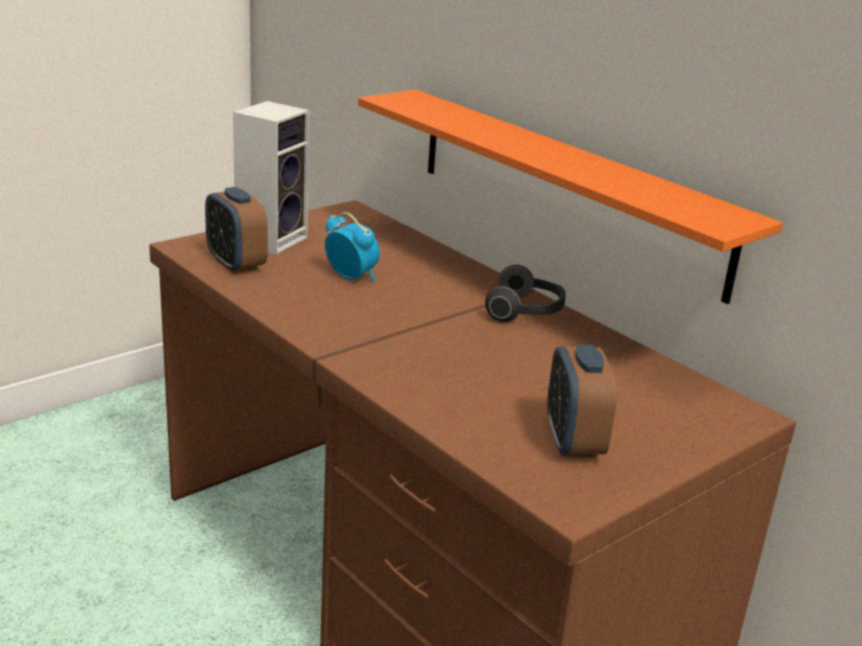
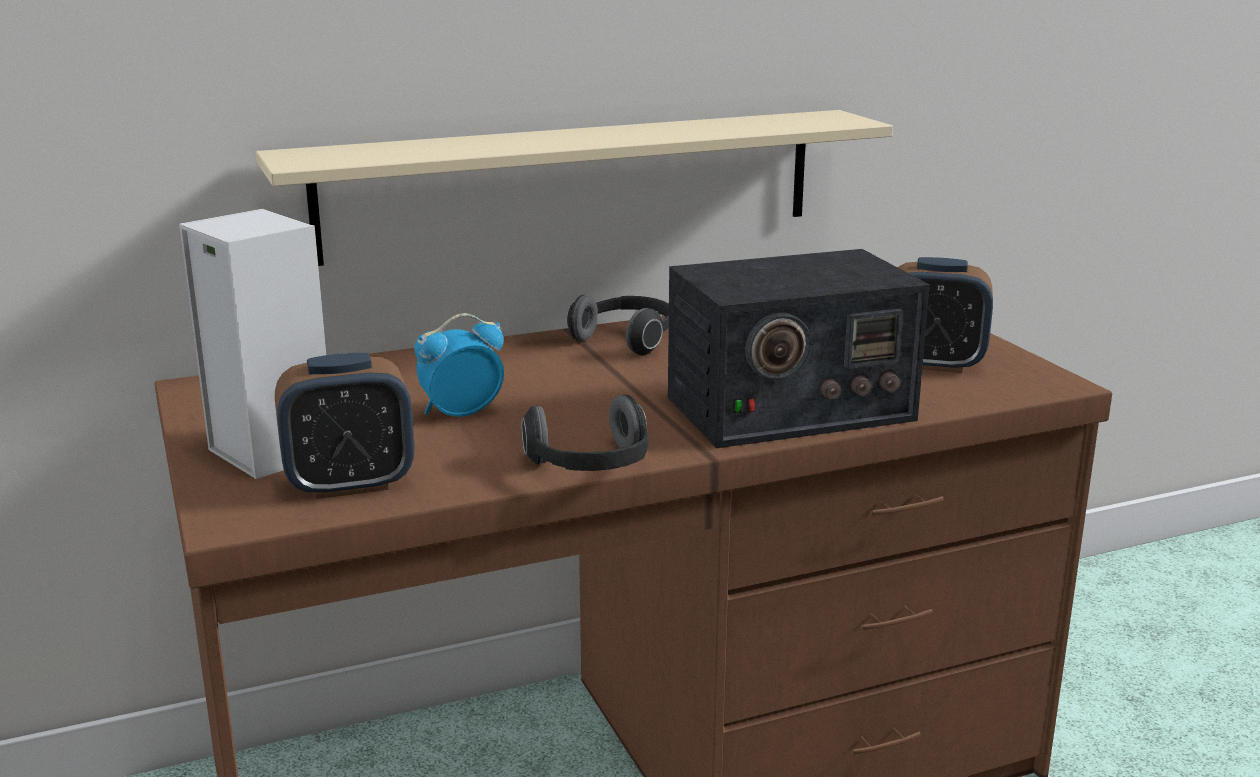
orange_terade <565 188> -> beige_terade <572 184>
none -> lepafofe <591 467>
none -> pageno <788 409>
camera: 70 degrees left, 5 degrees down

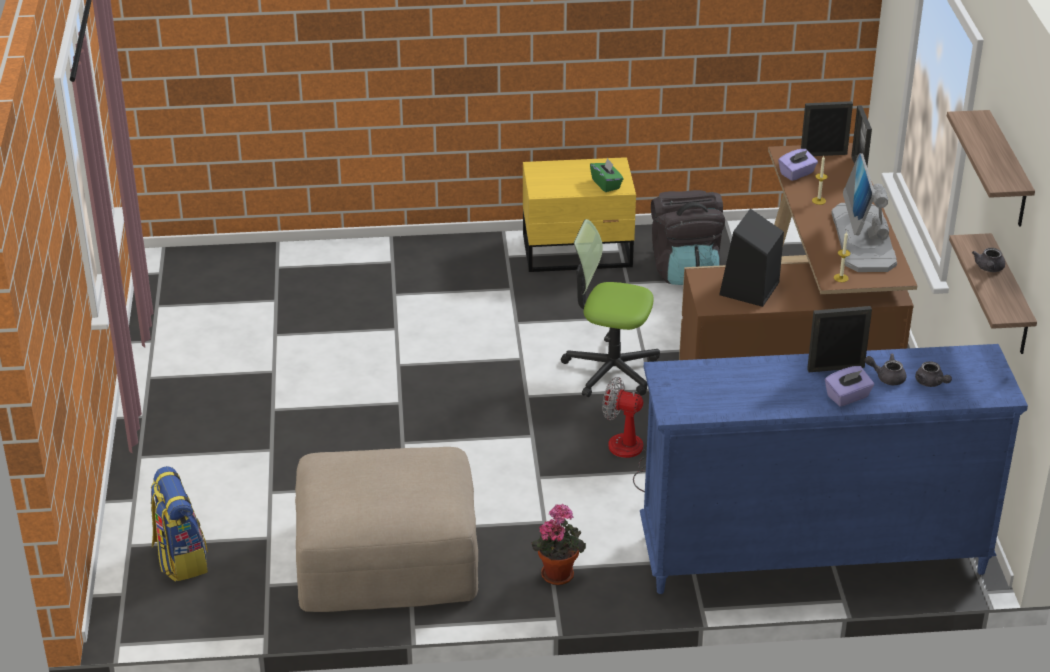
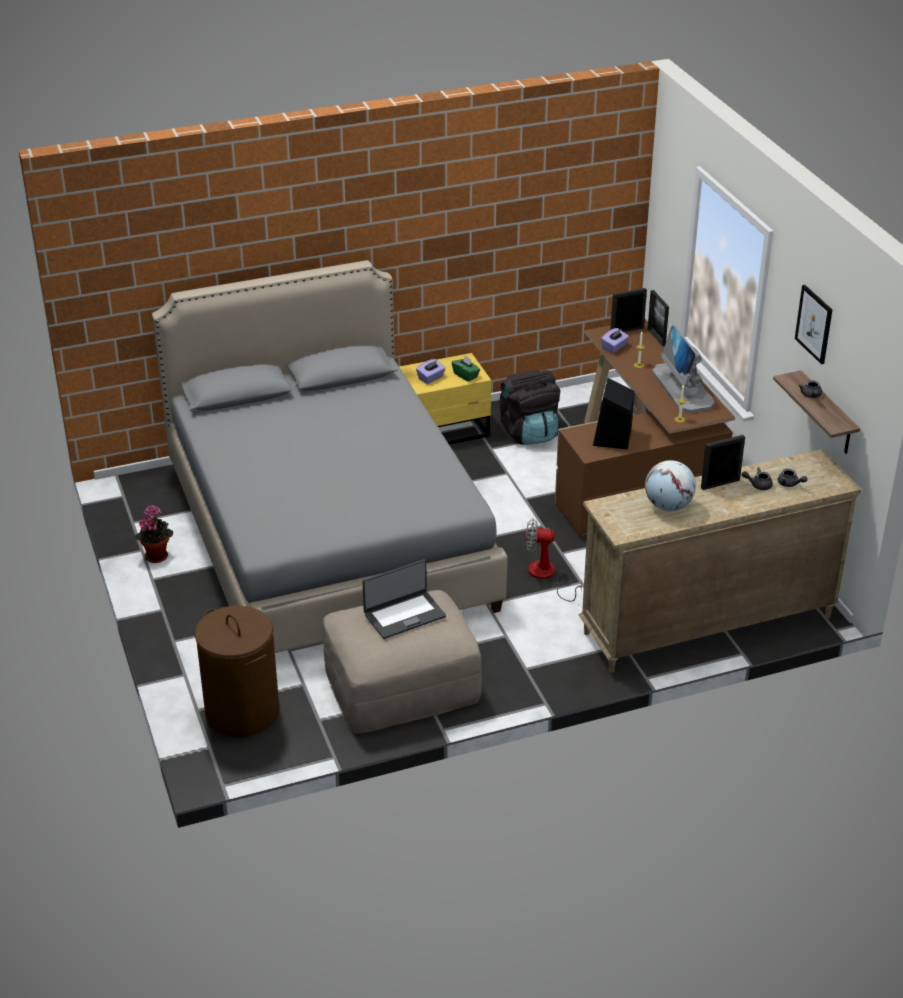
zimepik <558 572> -> zimepik <157 555>, relocated
none -> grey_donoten <328 536>
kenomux <180 558> -> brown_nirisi <242 712>
none -> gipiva <404 615>
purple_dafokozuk <848 397> -> purple_dafokozuk <431 378>, relocated
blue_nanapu <811 554> -> beige_nanapu <706 625>
none -> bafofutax <668 506>
terade <1007 172> -> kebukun <814 324>
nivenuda <611 369> -> none
camera: 15 degrees left, 0 degrees up

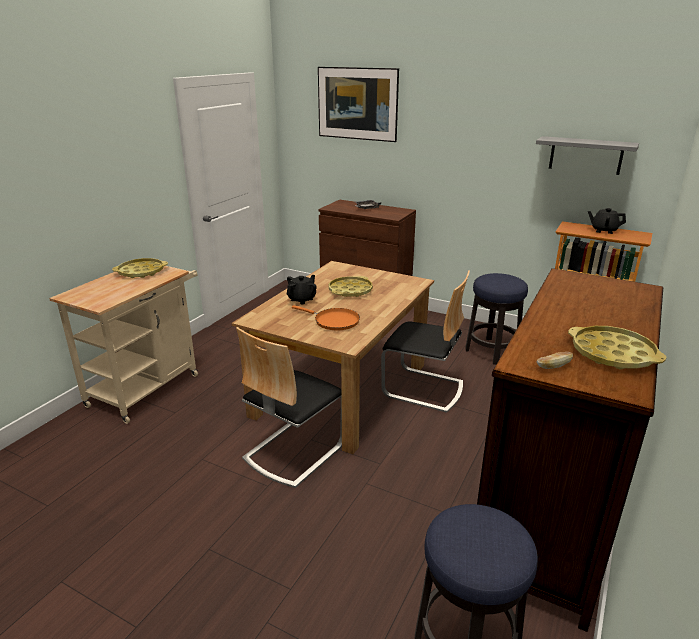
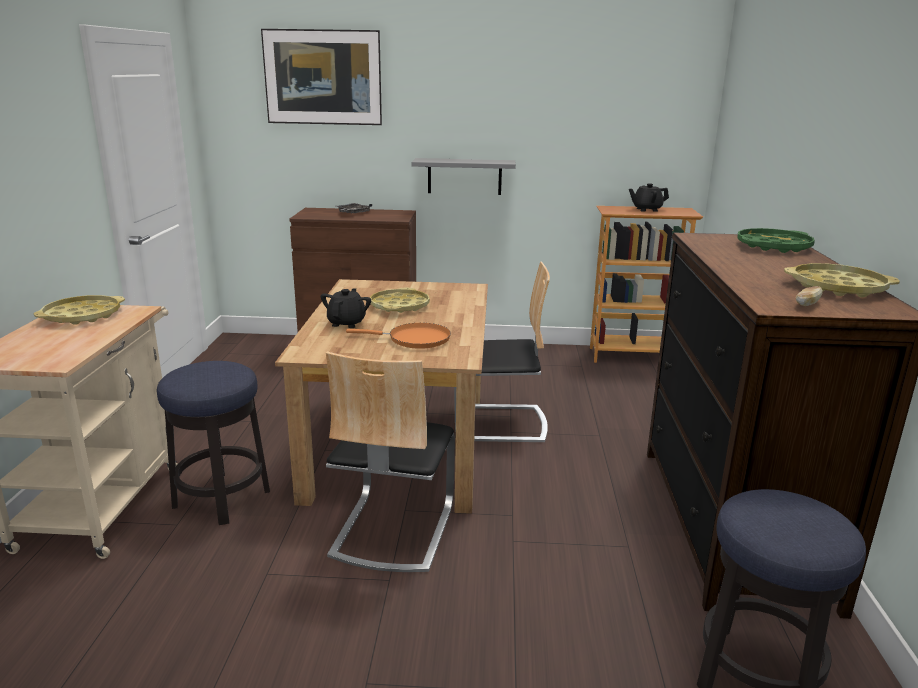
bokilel <491 351> -> bokilel <221 498>, relocated
grey_terade <586 155> -> grey_terade <464 176>, relocated
none -> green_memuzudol <773 246>
camera: 25 degrees left, 5 degrees down

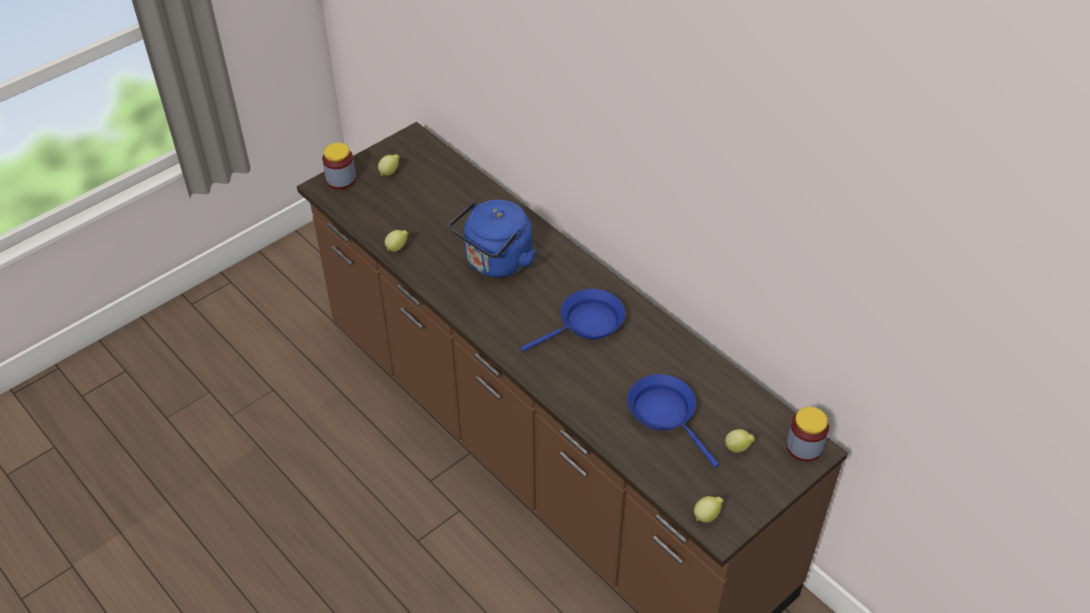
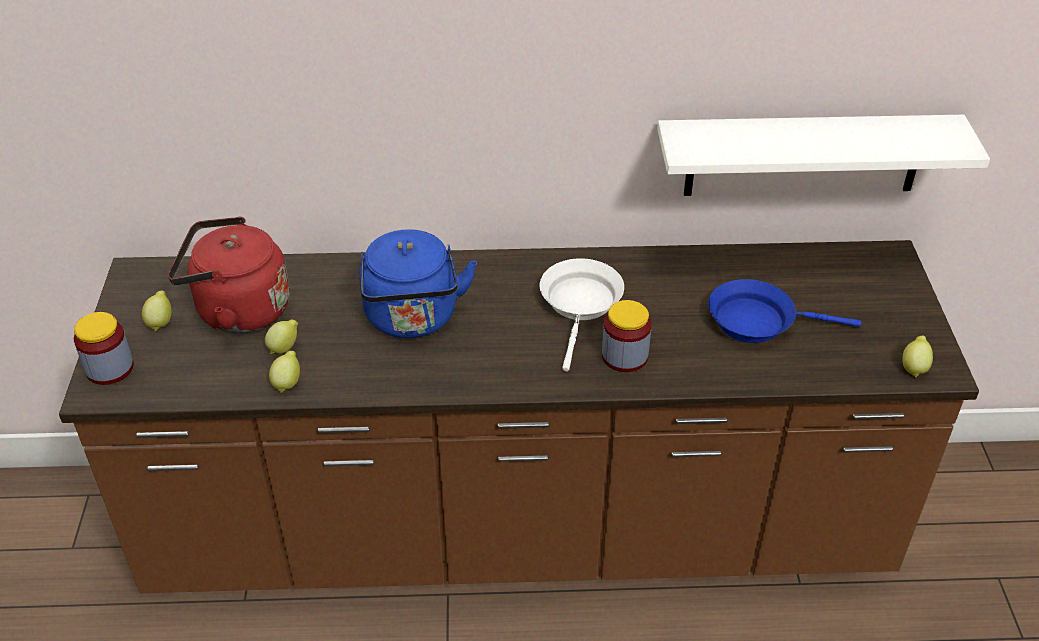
none -> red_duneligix <237 310>
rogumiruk <738 448> -> rogumiruk <284 348>, relocated
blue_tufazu <586 324> -> white_tufazu <580 305>
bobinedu <804 447> -> bobinedu <624 356>, relocated
none -> white_terade <804 155>
camera: 50 degrees left, 5 degrees down

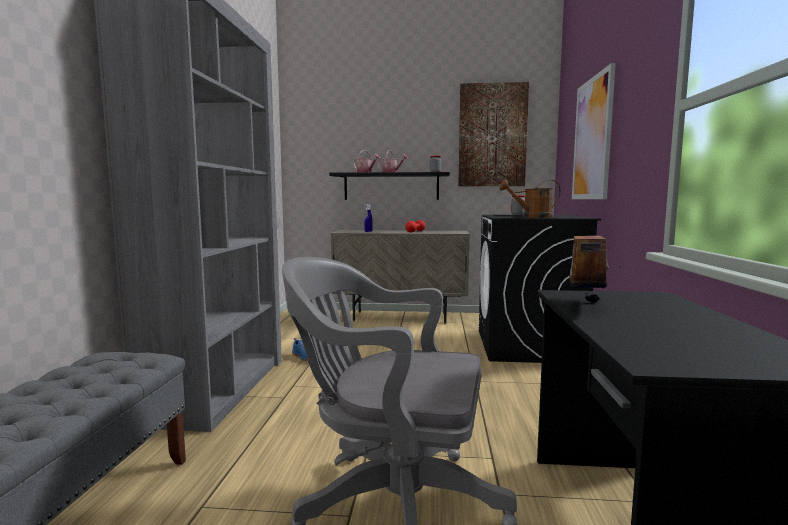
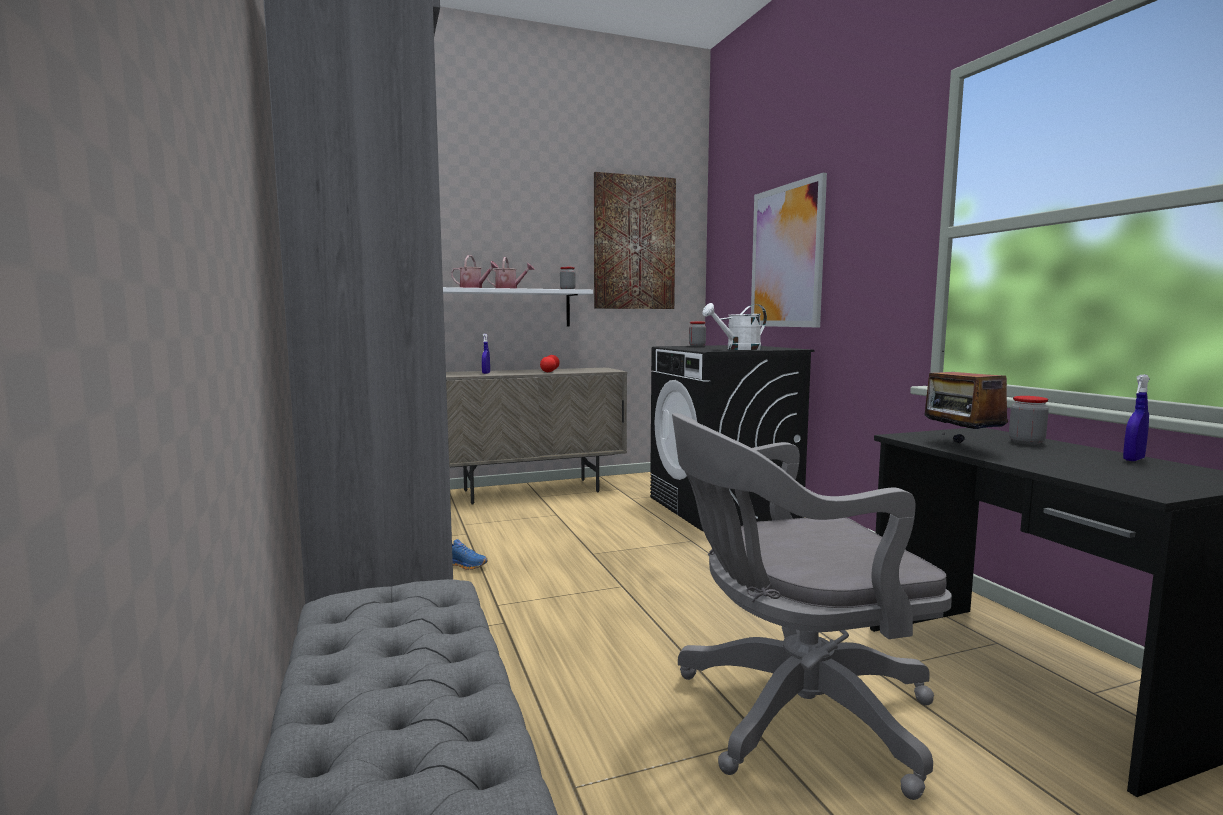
black_terade <391 186> -> white_terade <504 308>
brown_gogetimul <532 217> -> white_gogetimul <738 349>
none -> bobinedu <1026 442>
none -> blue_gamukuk <1133 459>
camera: 25 degrees left, 0 degrees up

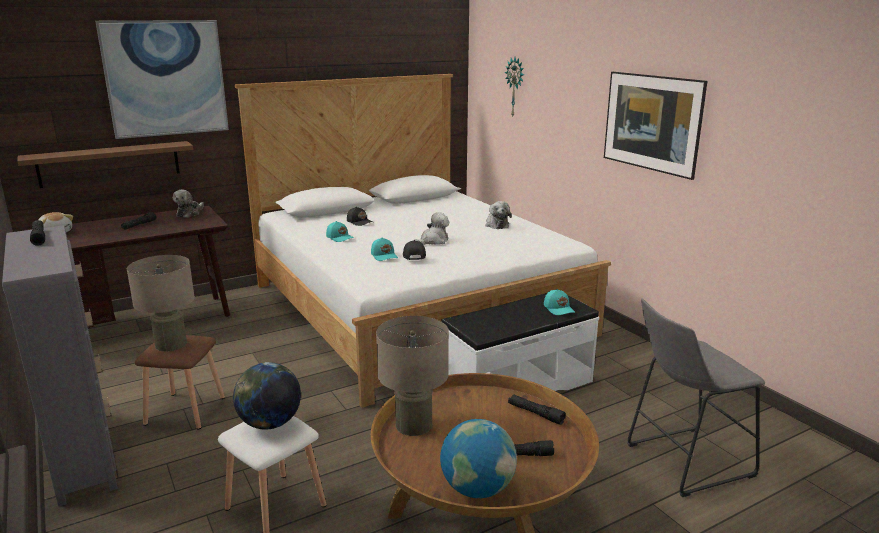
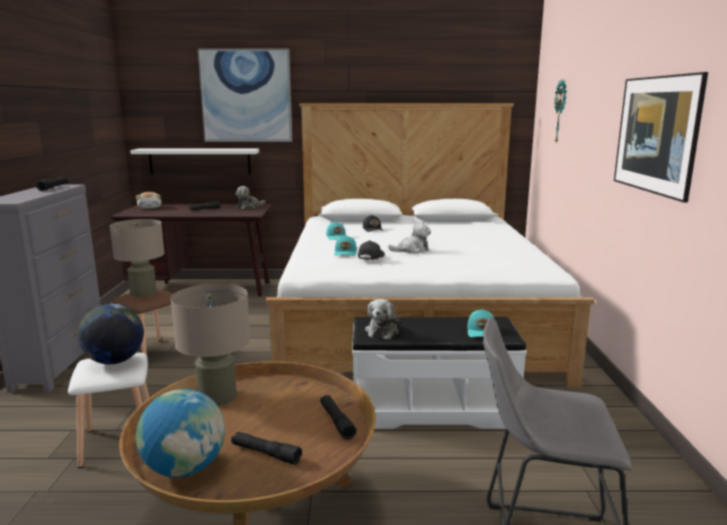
brown_terade <109 164> -> white_terade <200 161>
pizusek <496 225> -> pizusek <383 331>, relocated
camera: 30 degrees right, 5 degrees down

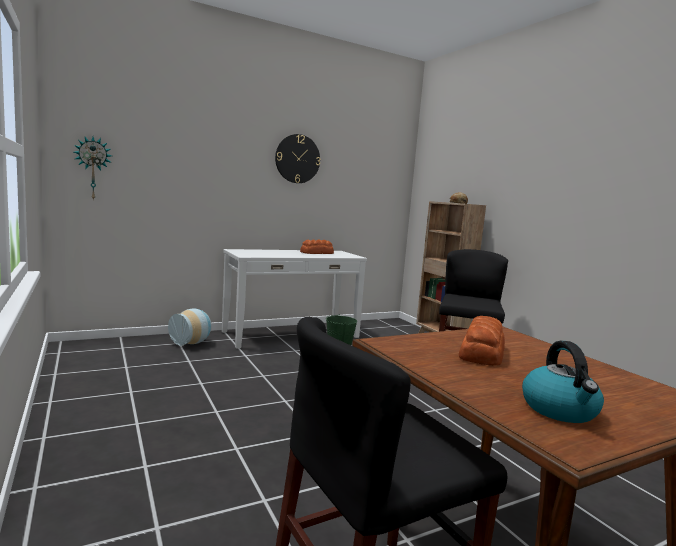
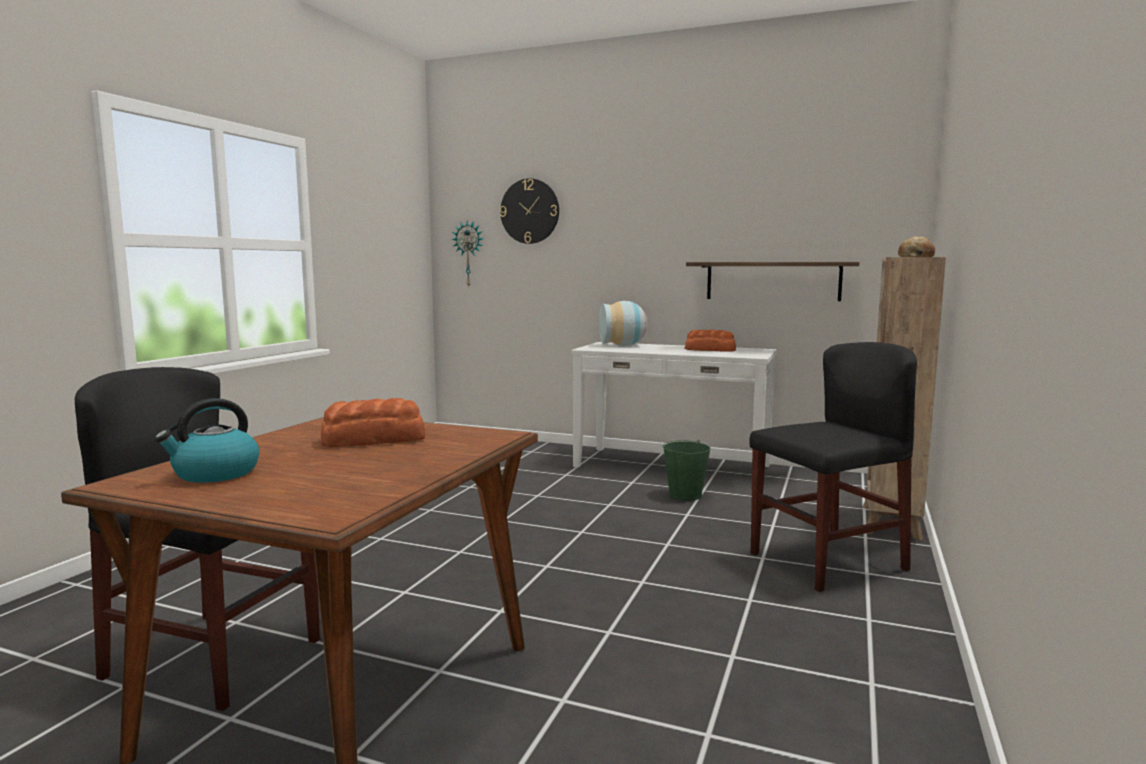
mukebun <297 159> -> mukebun <530 211>, relocated
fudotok <192 343> -> fudotok <623 345>, relocated
none -> terade <772 281>
camera: 50 degrees right, 0 degrees up

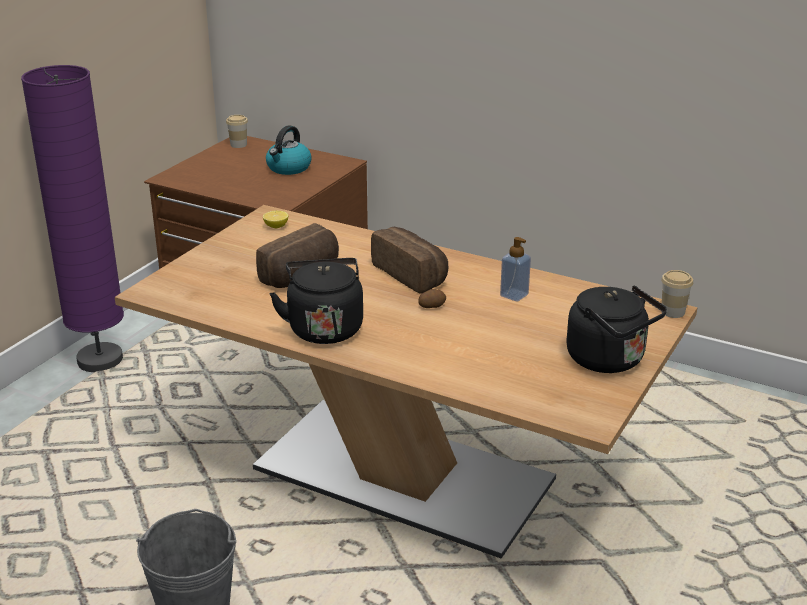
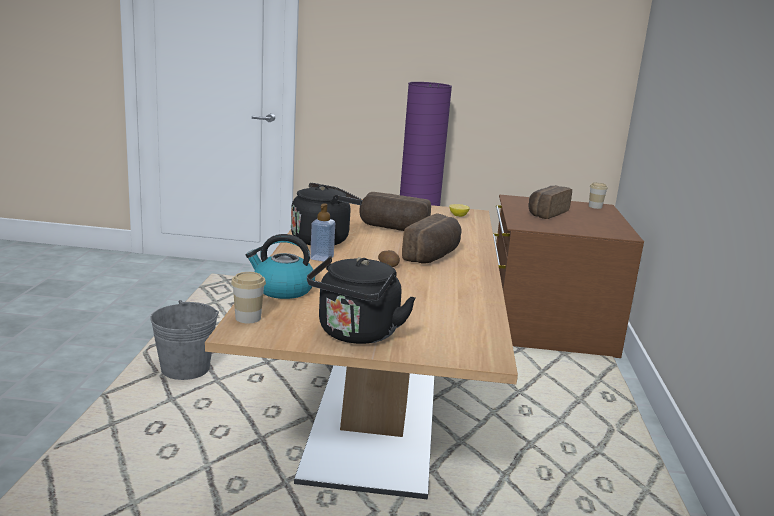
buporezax <673 312> -> buporezax <248 318>, relocated
duneligix <288 168> -> duneligix <282 290>, relocated
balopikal <514 295> -> balopikal <322 258>, relocated
none -> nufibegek <546 213>
camera: 65 degrees right, 10 degrees down

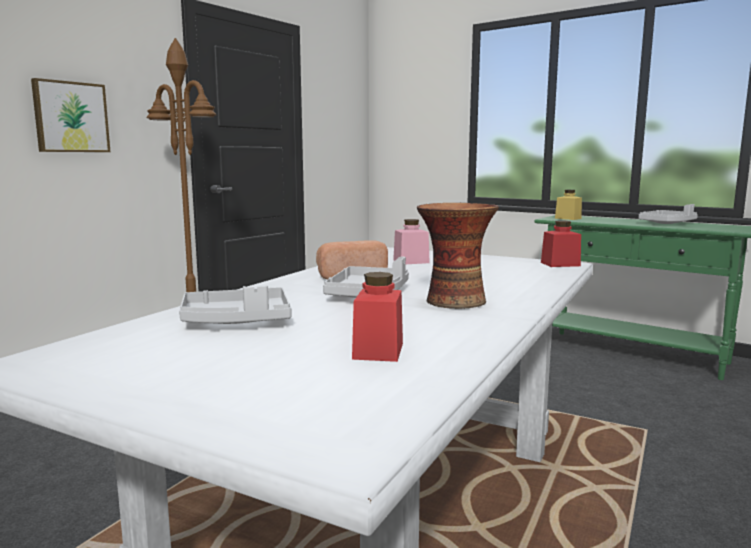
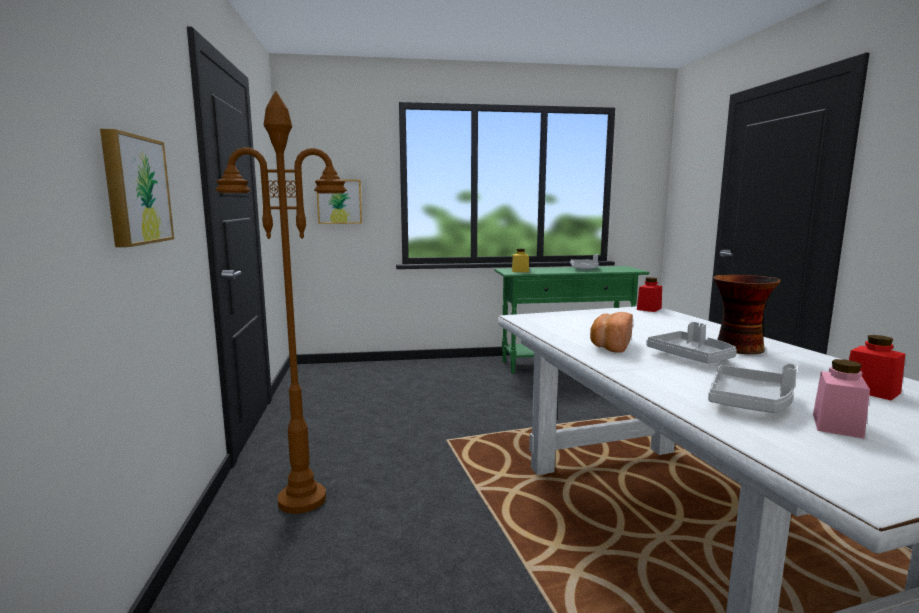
none -> kebukun <339 201>
pink_bobinedu <411 261> -> pink_bobinedu <837 425>, relocated
camera: 45 degrees left, 0 degrees up

